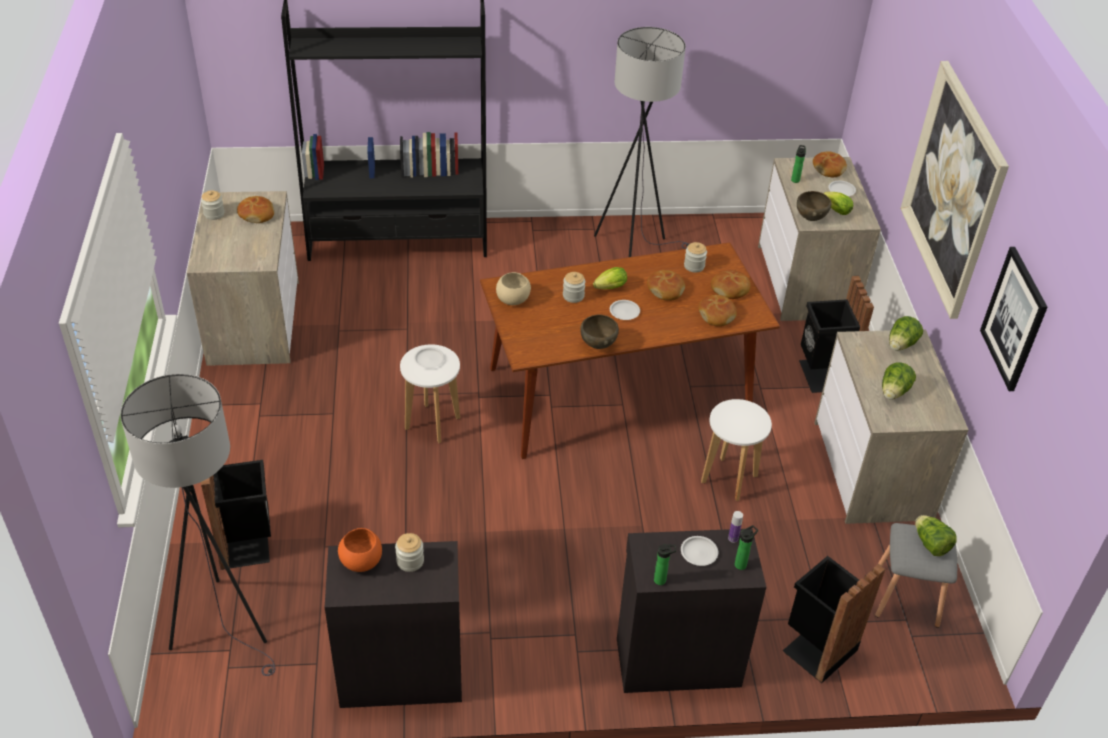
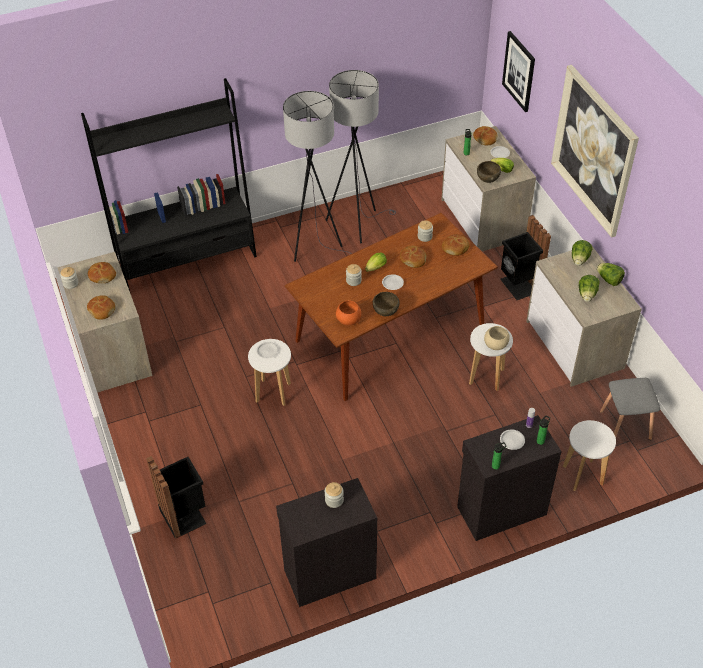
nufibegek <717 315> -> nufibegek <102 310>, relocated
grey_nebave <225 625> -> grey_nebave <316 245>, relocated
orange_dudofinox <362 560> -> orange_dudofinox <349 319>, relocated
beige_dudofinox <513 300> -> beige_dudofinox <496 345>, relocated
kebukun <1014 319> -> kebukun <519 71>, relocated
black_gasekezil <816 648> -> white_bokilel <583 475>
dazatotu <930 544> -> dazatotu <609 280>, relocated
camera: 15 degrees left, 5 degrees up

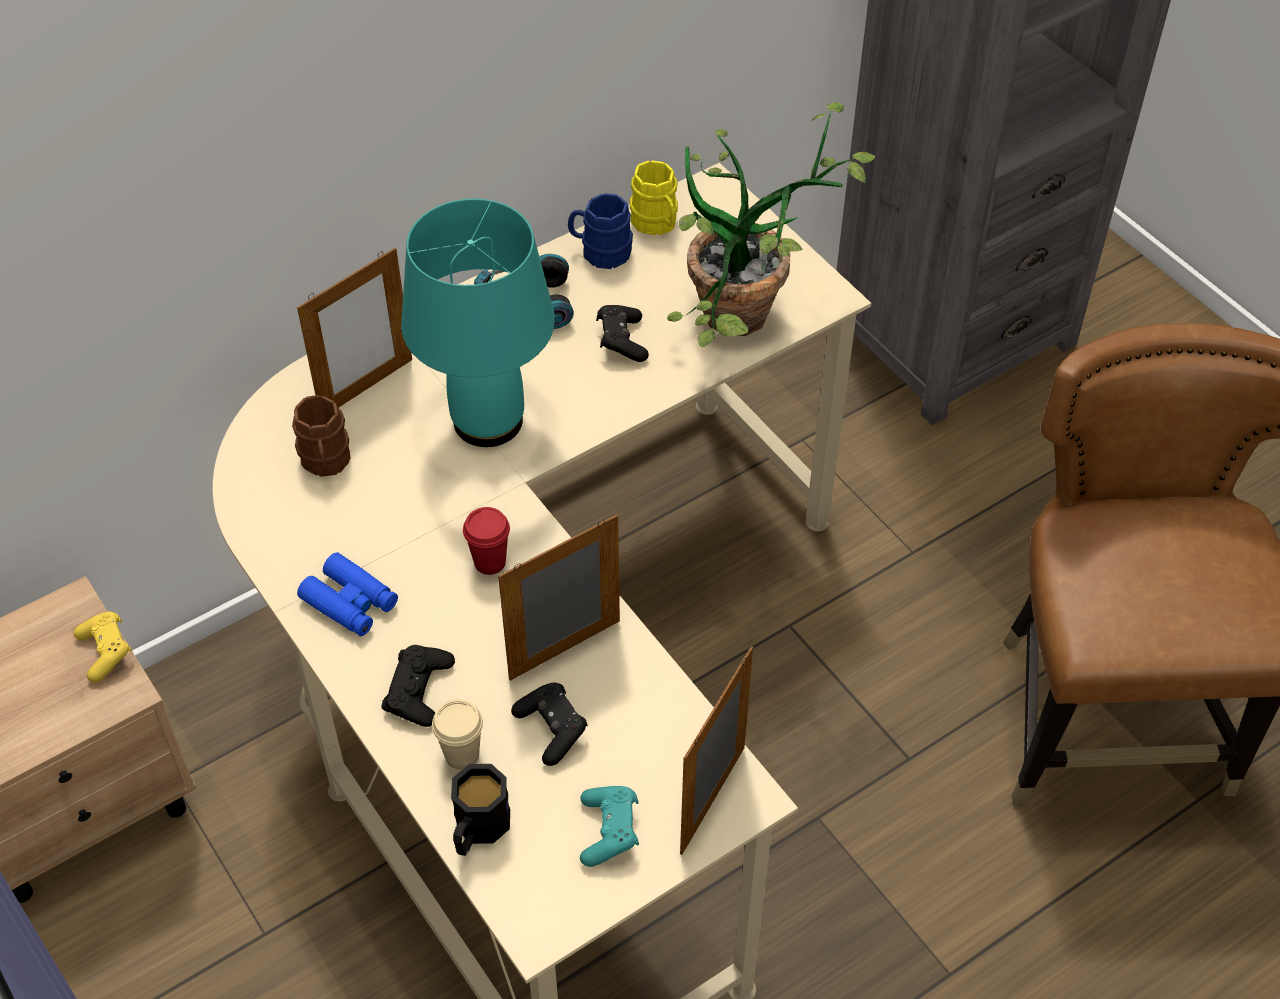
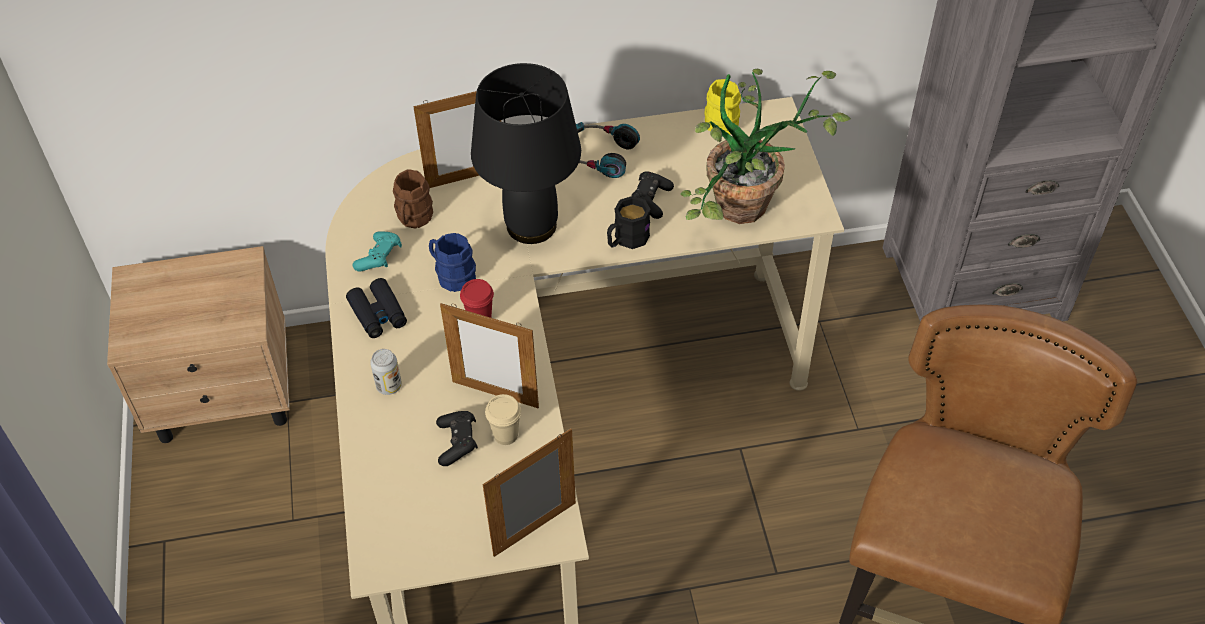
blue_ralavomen <350 602> -> black_ralavomen <378 314>
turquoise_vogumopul <609 831> -> turquoise_vogumopul <380 258>, relocated
black_vogumopul <419 690> -> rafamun <389 386>
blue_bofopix <600 252> -> blue_bofopix <452 275>, relocated
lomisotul <565 650> -> lomisotul <495 394>, 150 degrees counterclockwise
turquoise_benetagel <486 422> -> black_benetagel <530 225>
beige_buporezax <462 755> -> beige_buporezax <505 435>, relocated
black_bofopix <478 830> -> black_bofopix <626 240>, relocated
yellow_vogumopul <106 652> -> none
camera: 25 degrees right, 0 degrees up

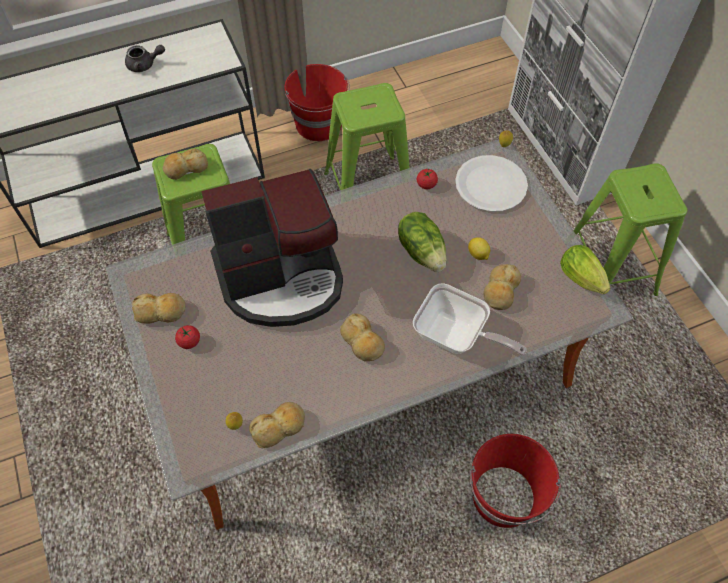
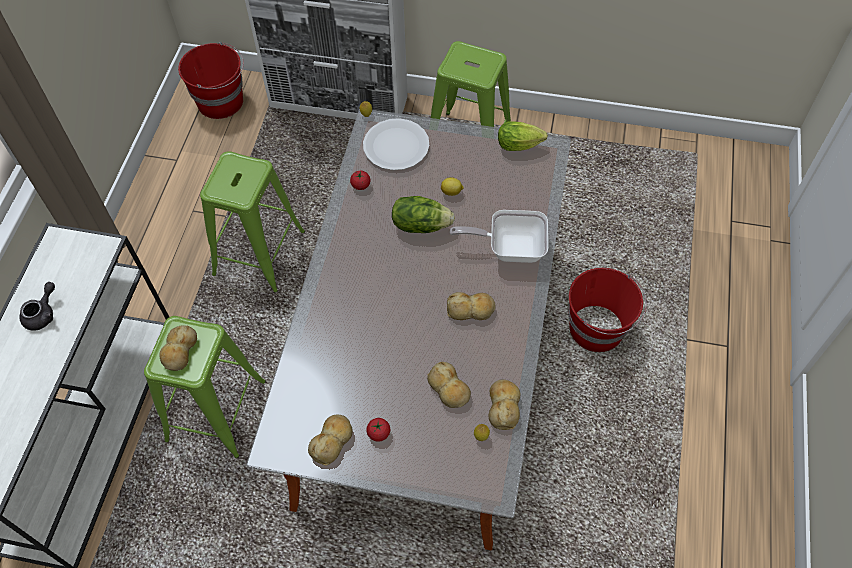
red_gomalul <319 124> -> red_gomalul <221 101>, relocated
nufibegek <500 291> -> nufibegek <449 389>, relocated
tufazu <455 336> -> tufazu <510 248>, 150 degrees counterclockwise
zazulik <281 277> -> none
camera: 55 degrees left, 0 degrees up

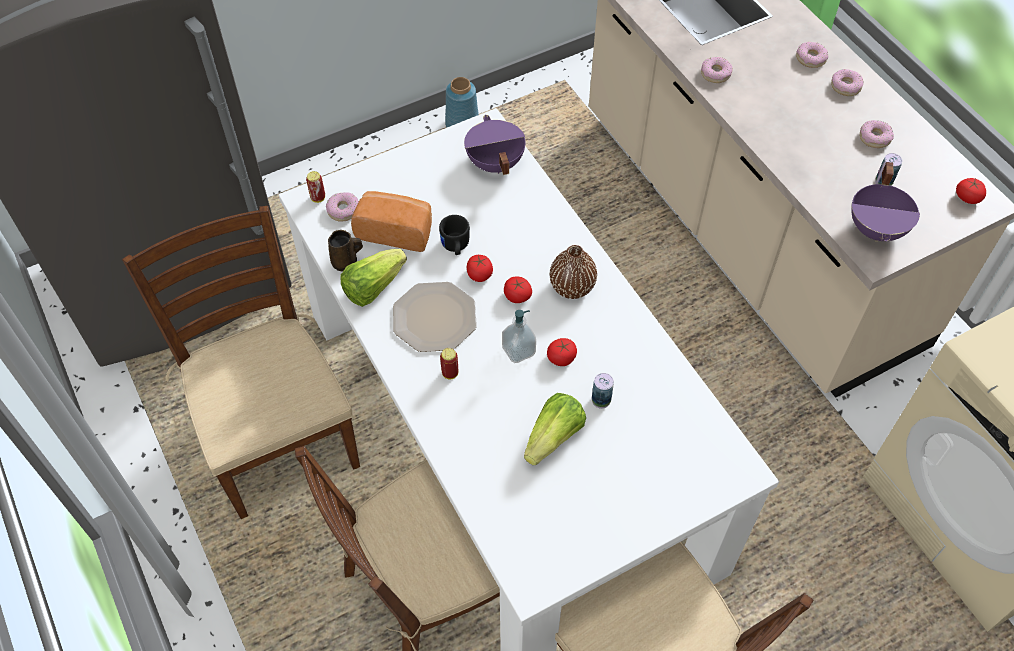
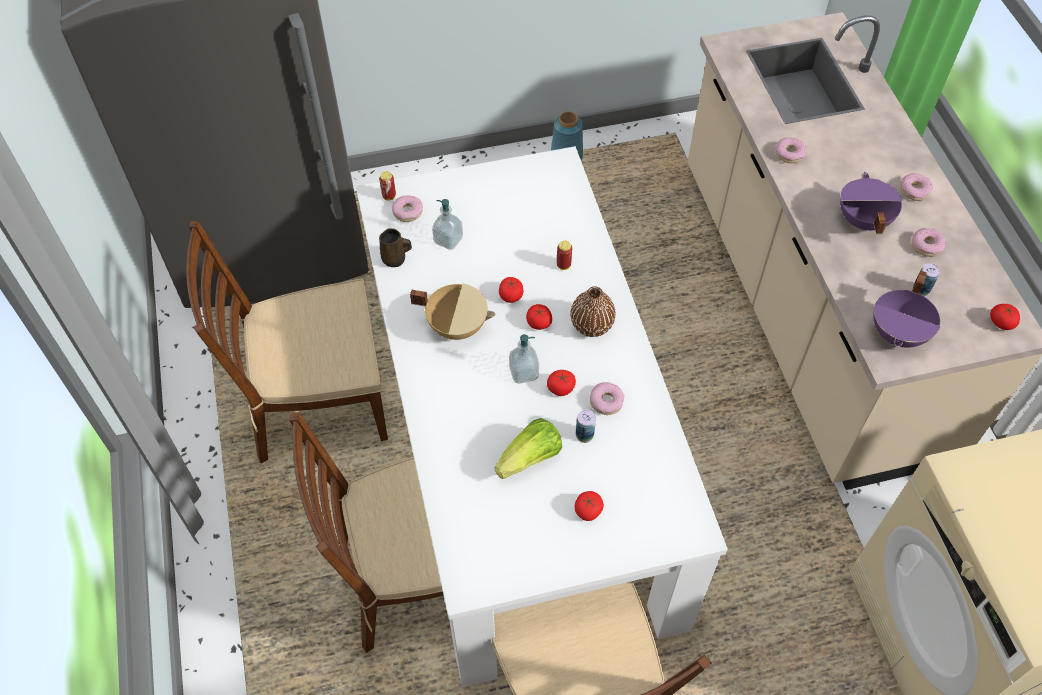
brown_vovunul <276 436> -> brown_vovunul <316 403>, 90 degrees counterclockwise
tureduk <434 317> -> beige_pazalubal <457 325>
nufibegek <396 230> -> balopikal <448 240>
rafamun <450 373> -> rafamun <563 265>, relocated
none -> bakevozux <588 510>
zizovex <810 59> -> zizovex <606 401>, relocated
purple_pazalubal <494 163> -> purple_pazalubal <862 220>, relocated
dazatotu <373 287> -> none
black_bofopix <455 247> -> none
camera: 15 degrees right, 0 degrees up

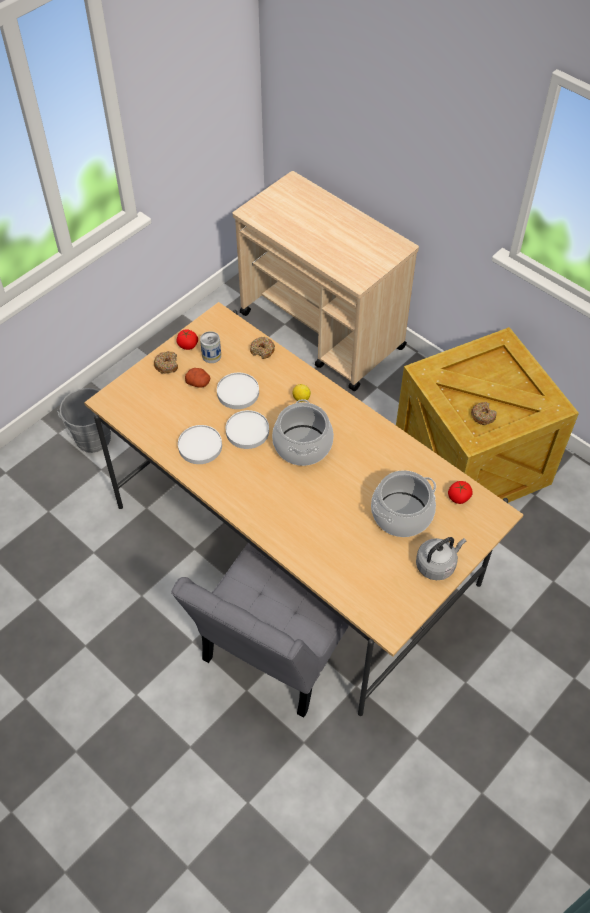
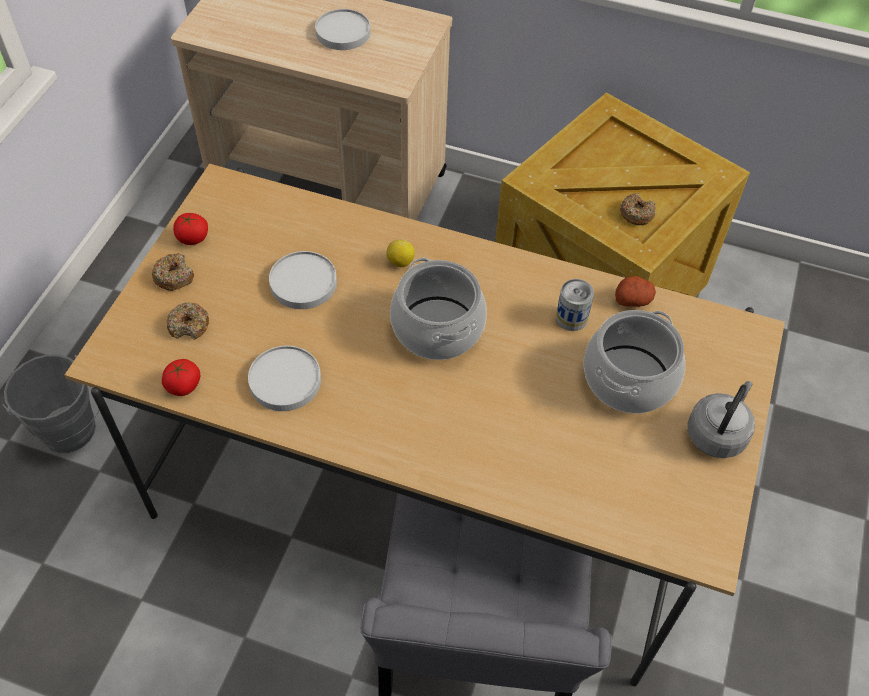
bakevozux <459 497> -> bakevozux <184 386>, relocated
zizovex <262 350> -> zizovex <189 326>, relocated
white_tureduk <247 431> -> white_tureduk <342 32>, relocated
rafamun <211 356> -> rafamun <571 318>, relocated
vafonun <198 382> -> vafonun <633 299>, relocated
camera: 25 degrees left, 0 degrees up

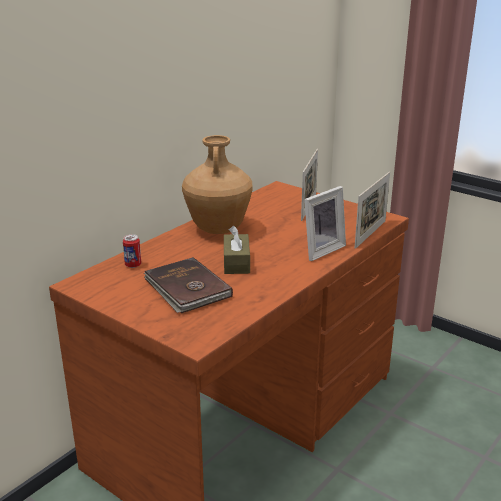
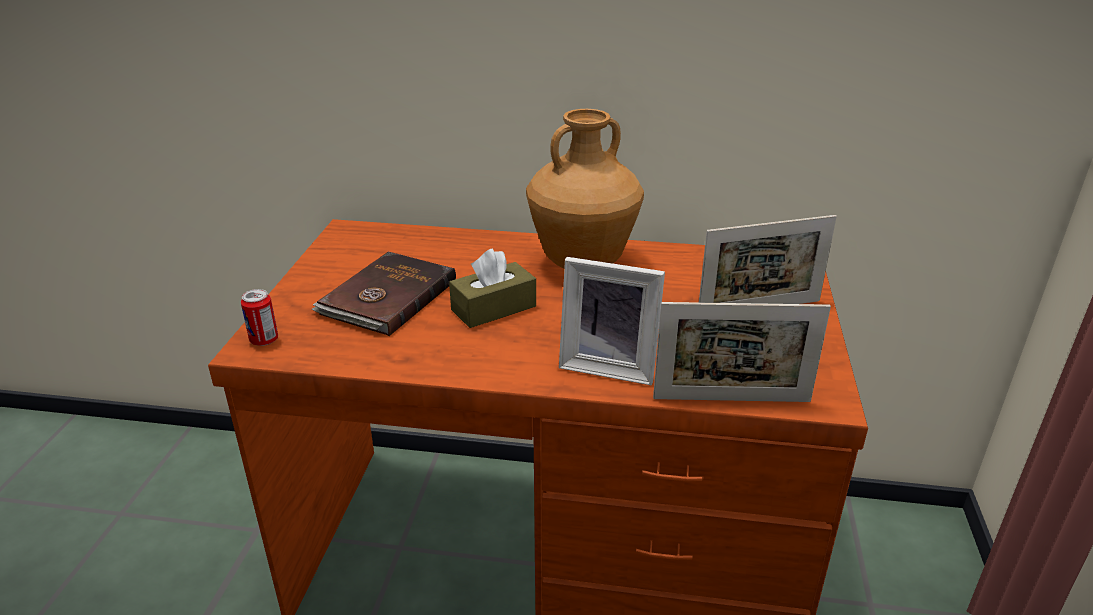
rafamun <133 265> -> rafamun <264 340>, relocated
camera: 60 degrees right, 5 degrees up

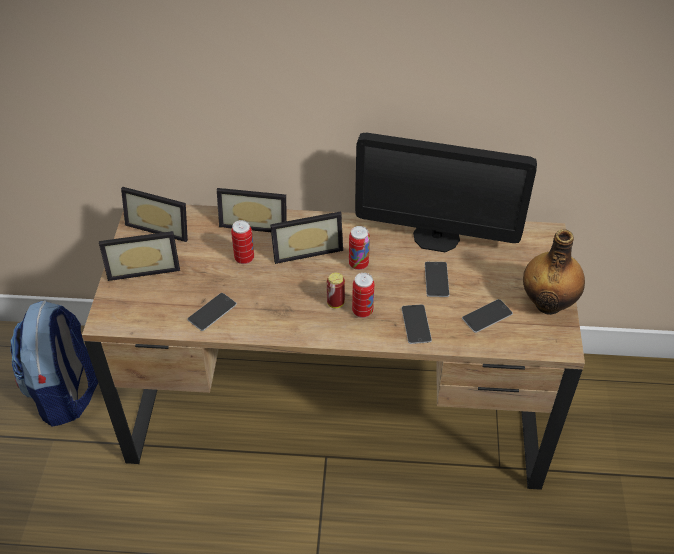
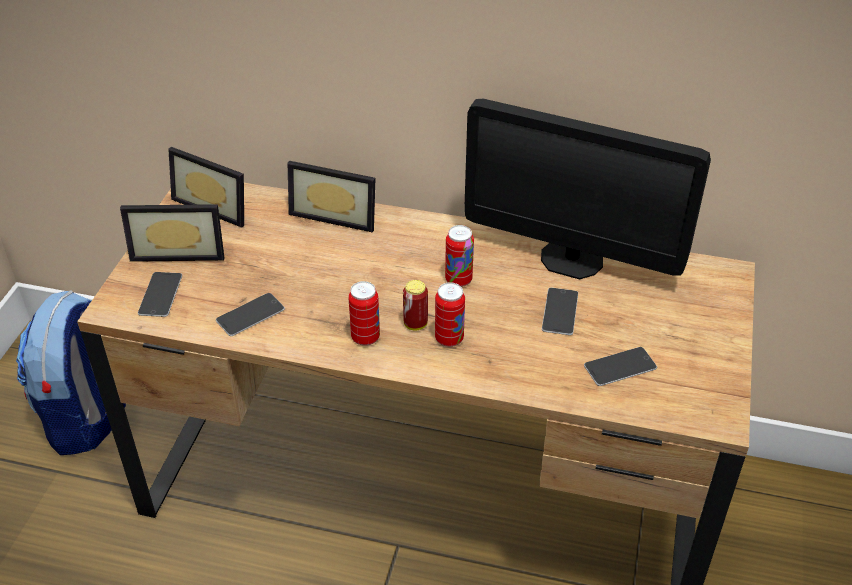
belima <416 324> -> belima <160 294>, relocated
rafamun <244 258> -> rafamun <365 337>, relocated
lomisotul <306 248> -> none
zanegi <548 303> -> none
camera: 10 degrees right, 5 degrees down

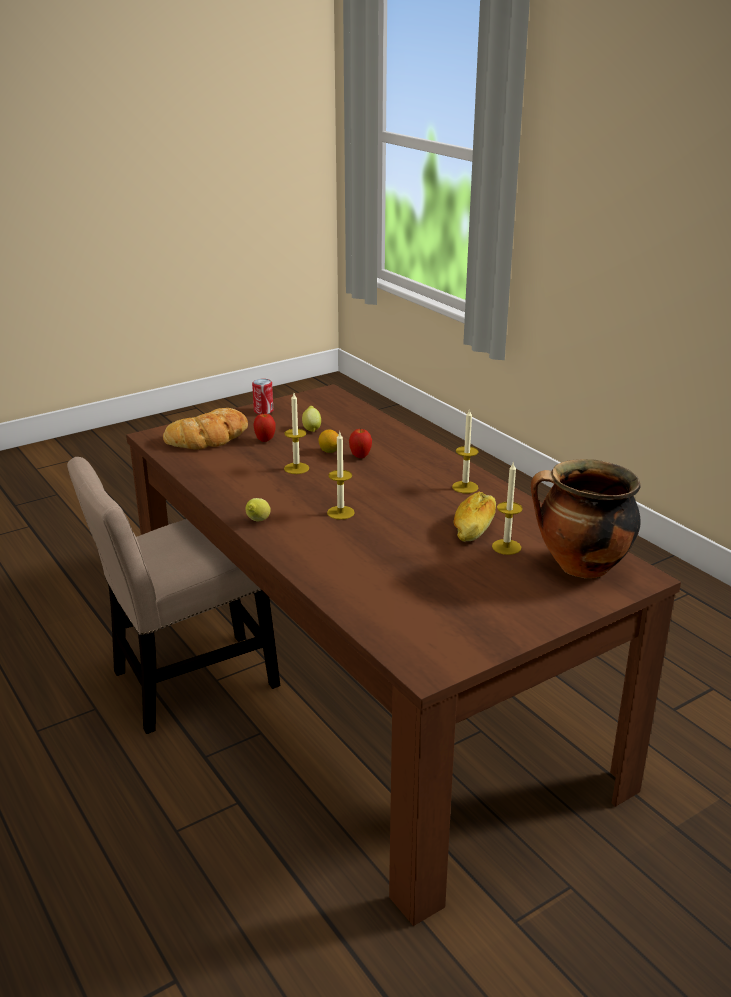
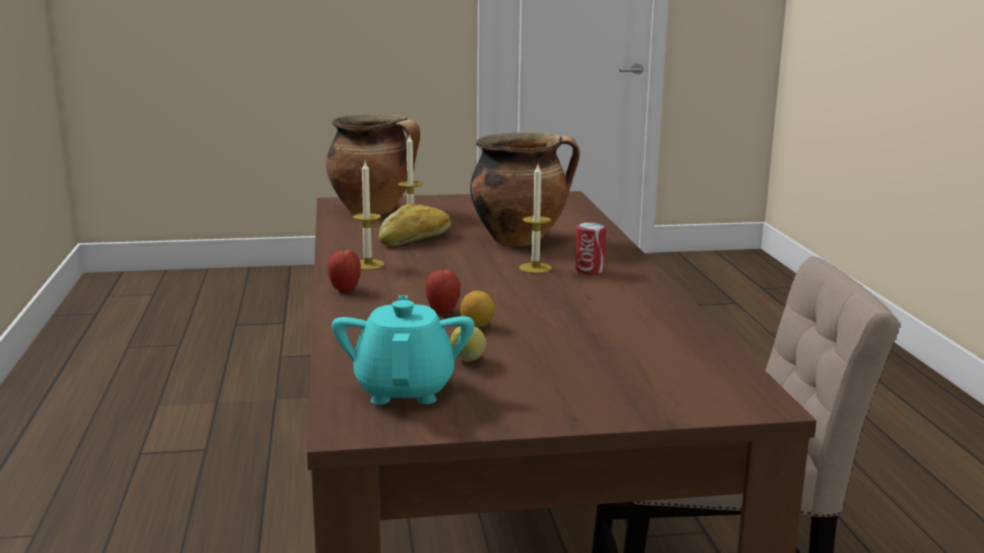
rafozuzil <265 440> -> rafozuzil <345 290>, relocated
none -> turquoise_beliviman <405 389>
none -> pazalubal <520 239>
rafamun <263 411> -> rafamun <589 270>, relocated
nufibegek <209 437> -> none
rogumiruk <257 521> -> none
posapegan <296 468> -> none
camera: 155 degrees left, 10 degrees down

